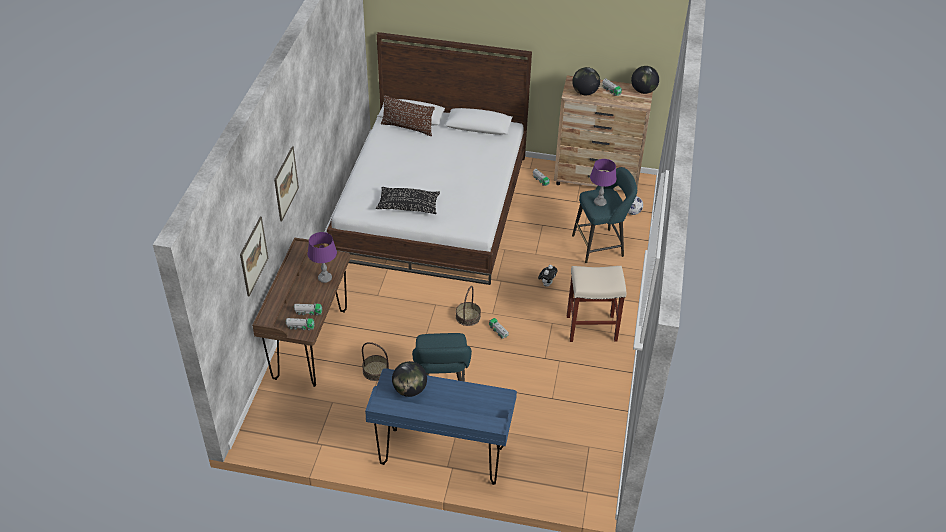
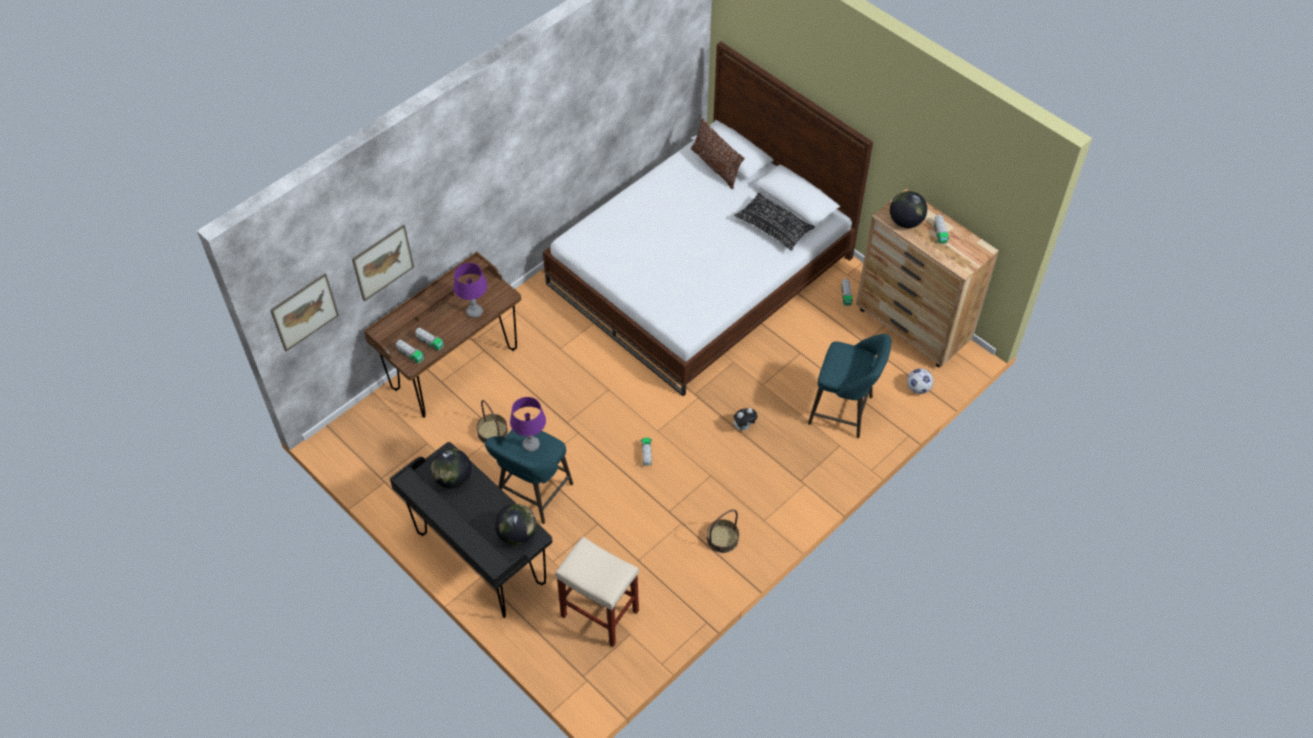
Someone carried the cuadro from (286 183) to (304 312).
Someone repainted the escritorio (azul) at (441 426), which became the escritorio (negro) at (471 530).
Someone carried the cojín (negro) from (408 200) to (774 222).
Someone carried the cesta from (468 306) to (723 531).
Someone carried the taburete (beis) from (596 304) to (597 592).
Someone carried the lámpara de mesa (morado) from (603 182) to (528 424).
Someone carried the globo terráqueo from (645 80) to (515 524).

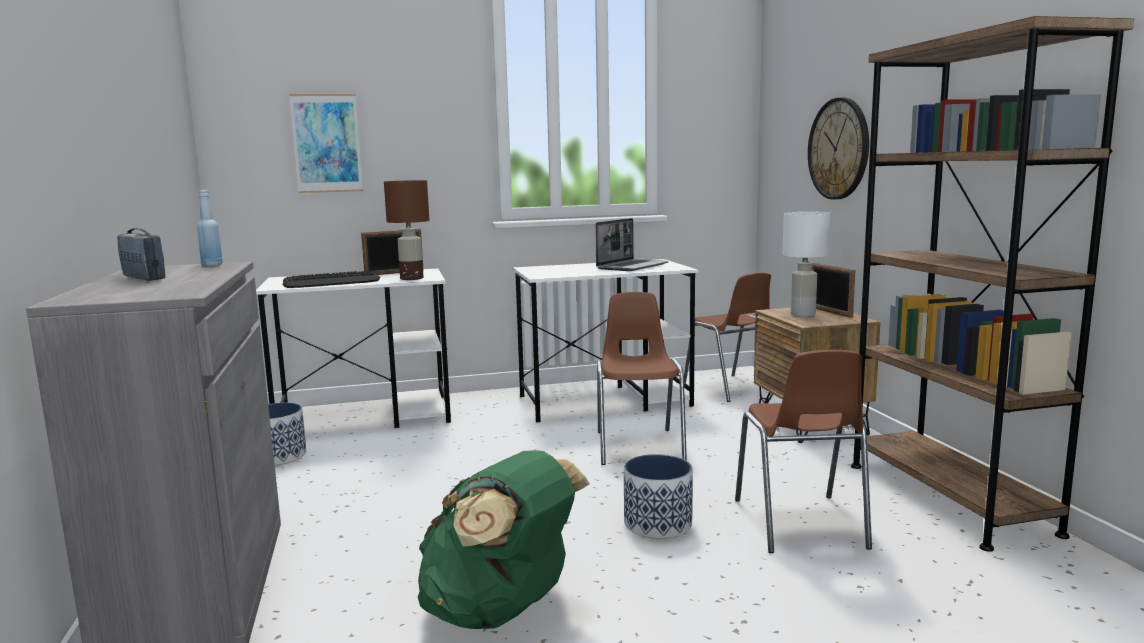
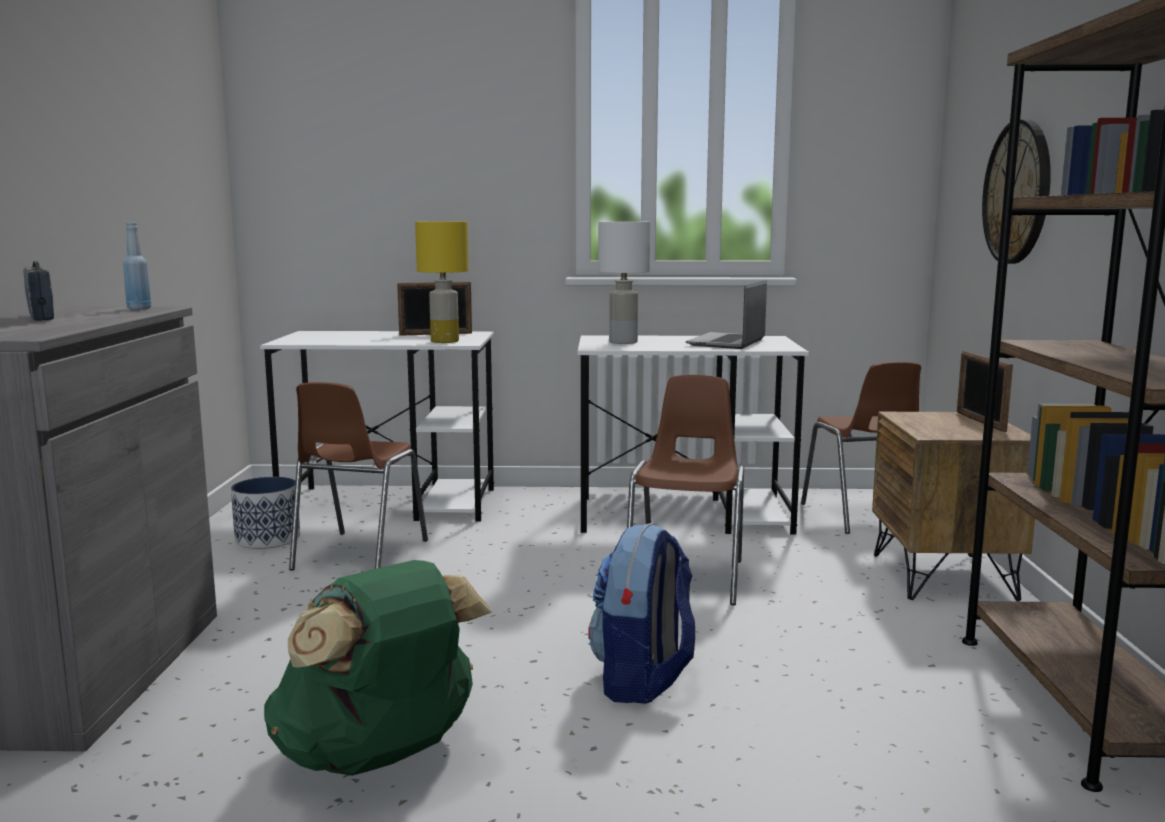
Someone took away the teclado at (331 279).
Someone took away the cuadro at (326 143).
Someone repainted the lámpara de mesa (marrón) at (406 230), which became the lámpara de mesa (amarillo) at (442 282).
Someone rotated the portátil at (631 244) by 150 degrees clockwise.
Someone swapped the maceta at (658 496) for the mochila at (641 613).
Someone carried the silla (marrón) from (803 451) to (358 476).
Someone carried the lámpara de mesa (blanco) from (806 264) to (624 283).

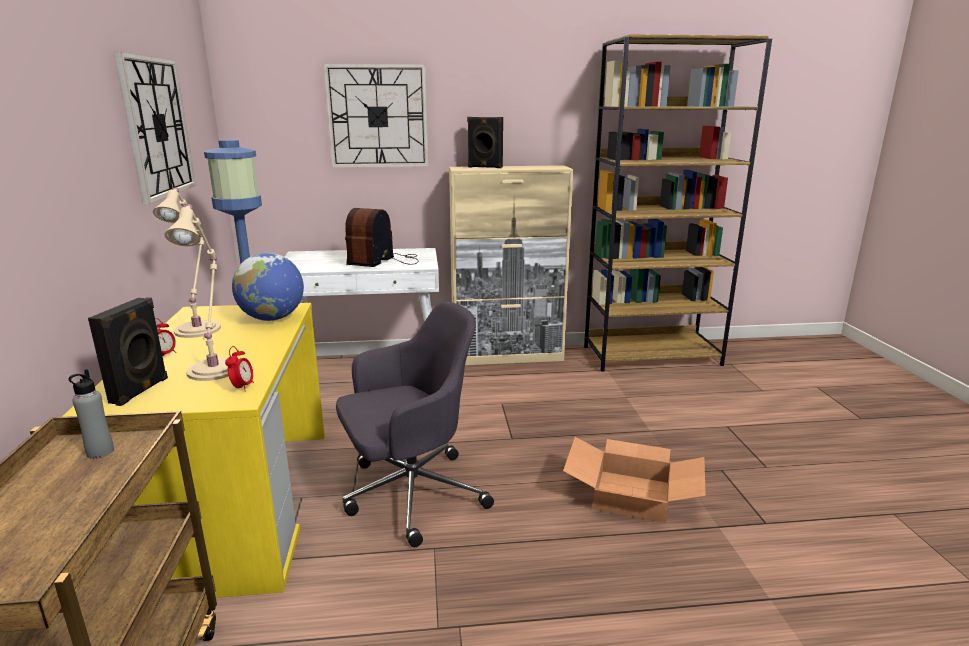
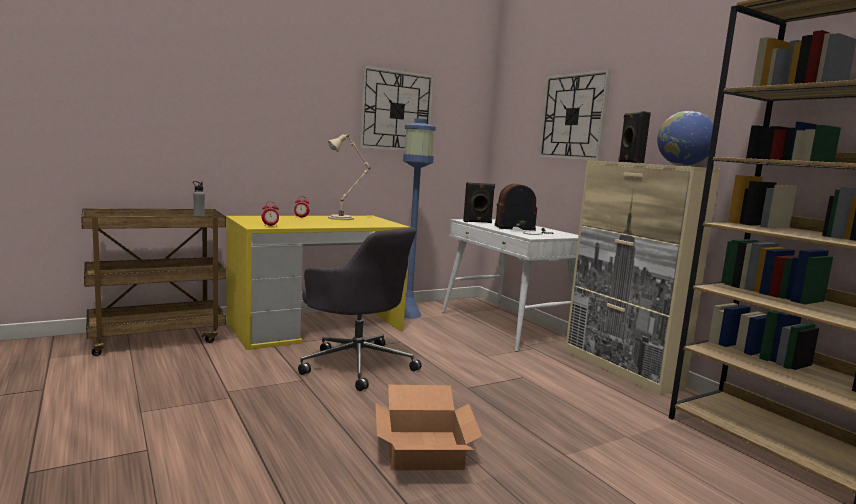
Someone carried the altavoz (negro) from (128 351) to (479 202).
Someone took away the lámpara de mesa (beis) at (197 292).
Someone carried the globo terráqueo from (268 287) to (685 138).

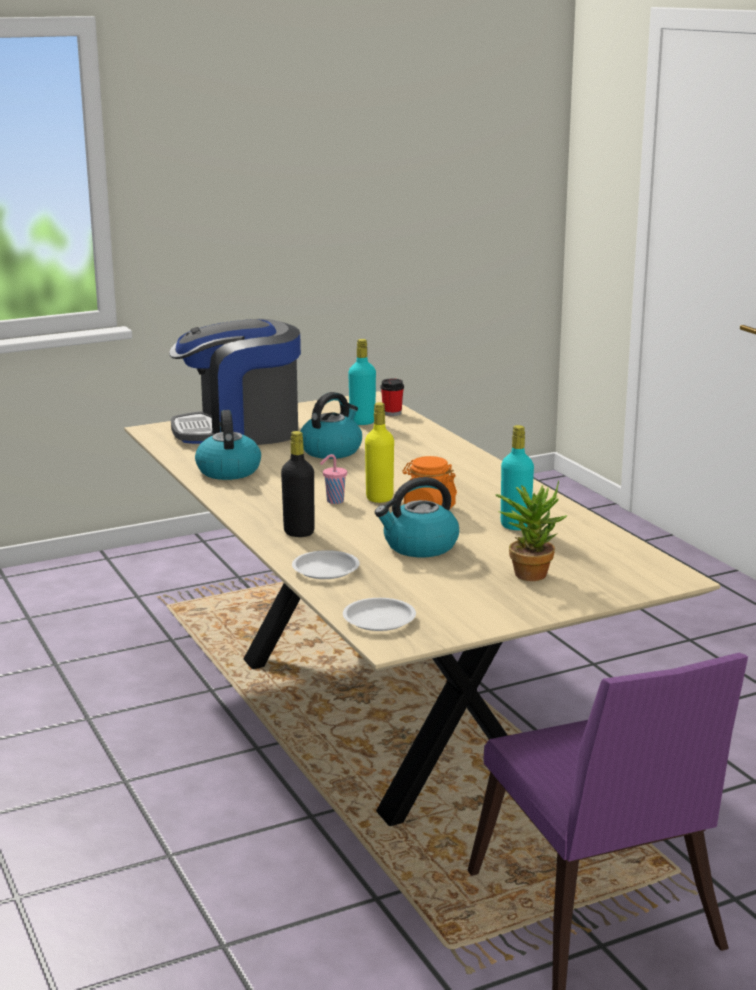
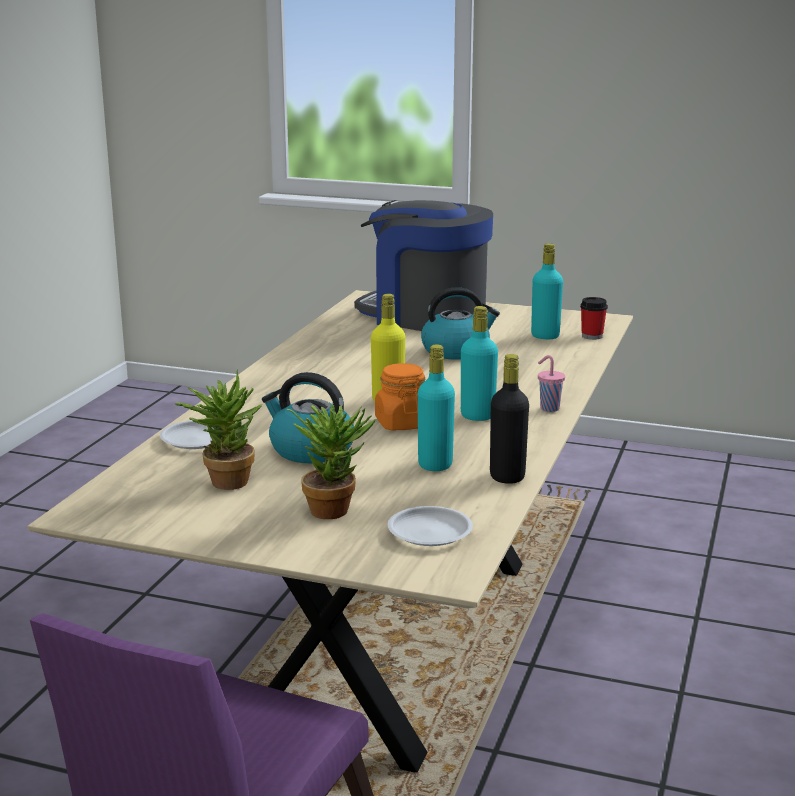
Someone took away the hervidor at (228 445).
Someone carried the botella (negro) from (297 484) to (509 419).
Someone carried the taza (rosa) from (333 479) to (551 383).
Someone carried the plato (blanco) from (379 614) to (430 526).
Someone put down the planta en maceta at (218 429).
Someone put down the botella (turquesa) at (479 363).

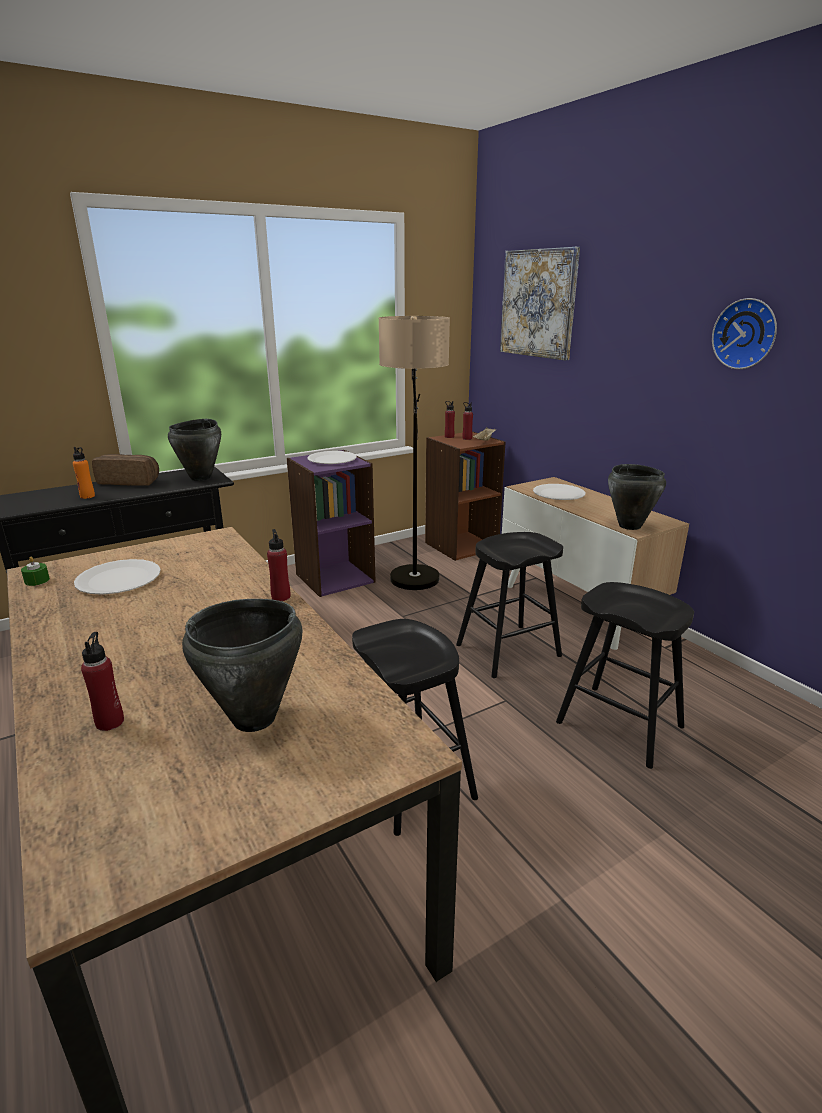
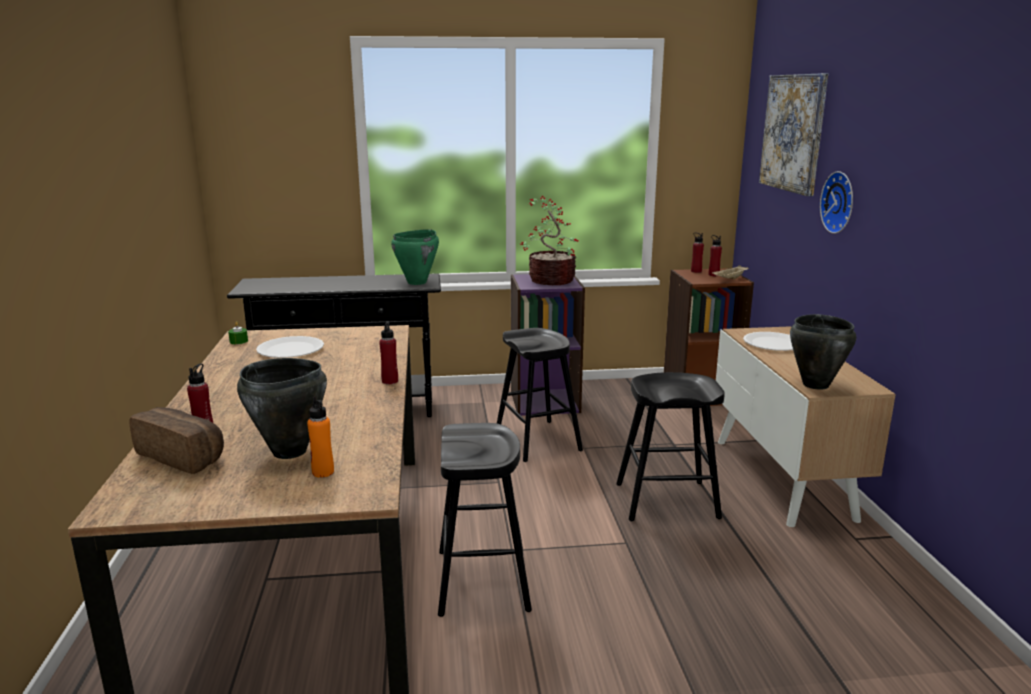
Someone carried the botella (naranja) from (84 473) to (320 437).
Someone carried the pan from (125 470) to (176 440).
Someone repainted the olla (negro) at (194 450), which became the olla (verde) at (415 257).
Someone swapped the plato (blanco) at (332 457) for the planta en maceta at (549 240).
Someone took away the lámpara de pie at (414 453).
Someone carried the taburete (negro) from (625 675) to (540 395).
Someone carried the reloj de pared from (744 333) to (836 202).

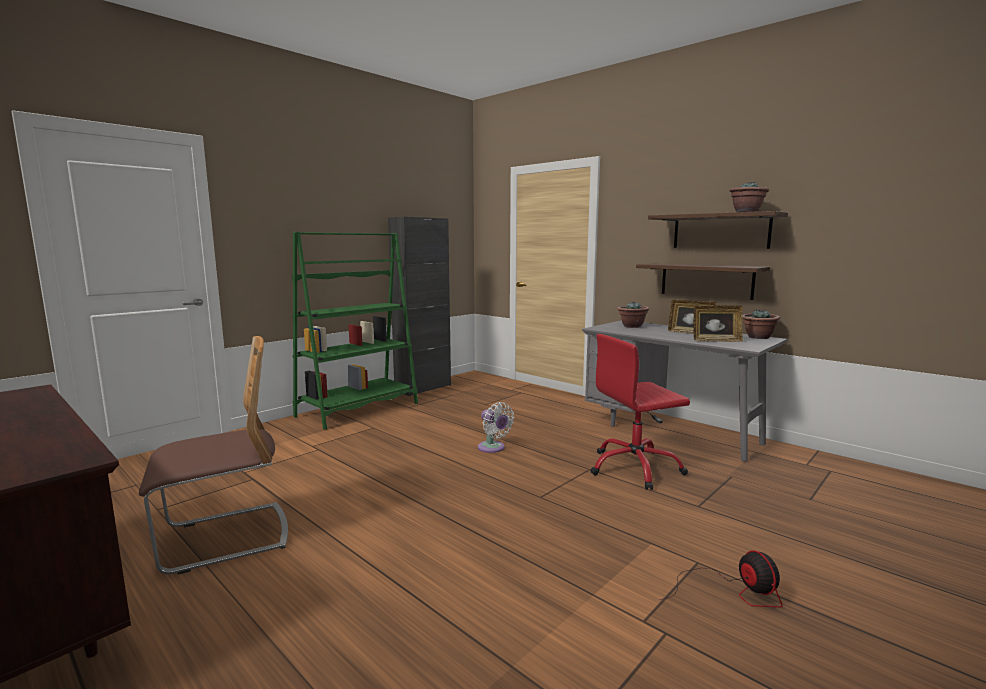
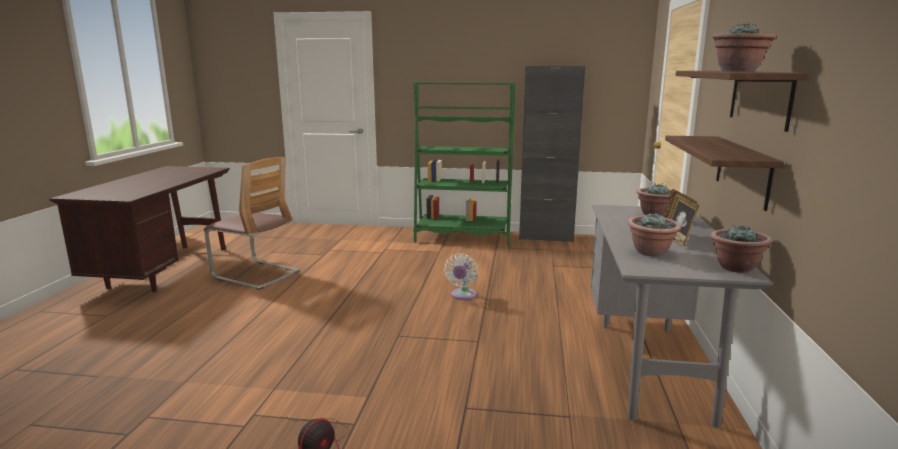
Someone took away the silla de oficina (rojo) at (640 412).
Someone swapped the portarretratos at (718 324) for the planta en maceta at (654 235).

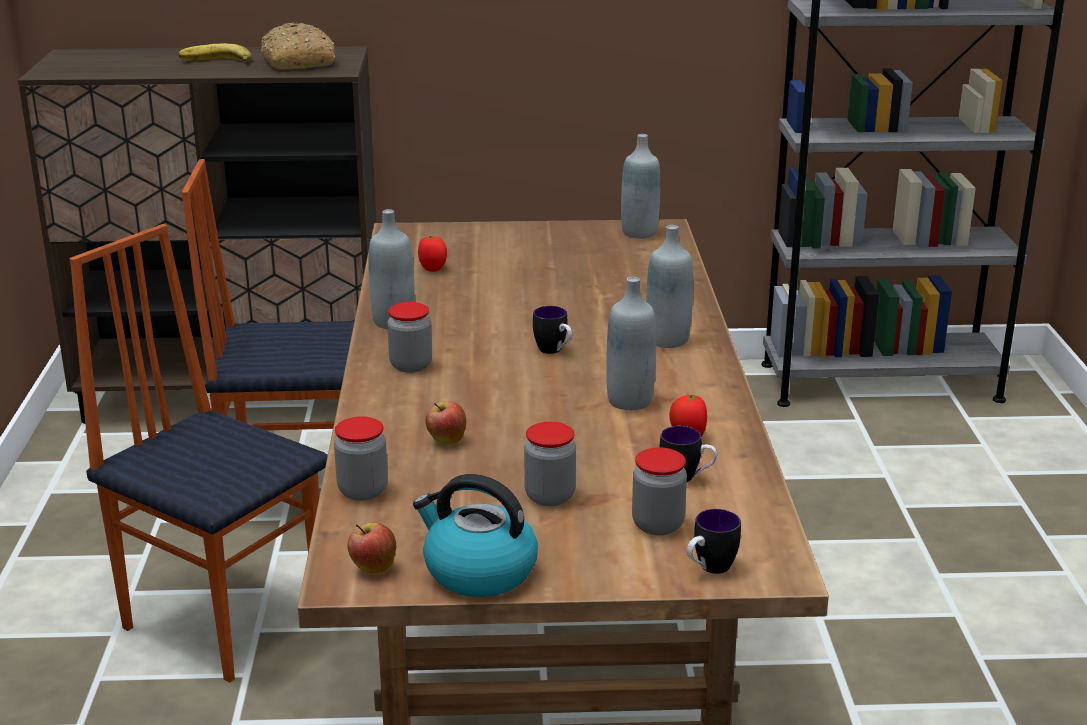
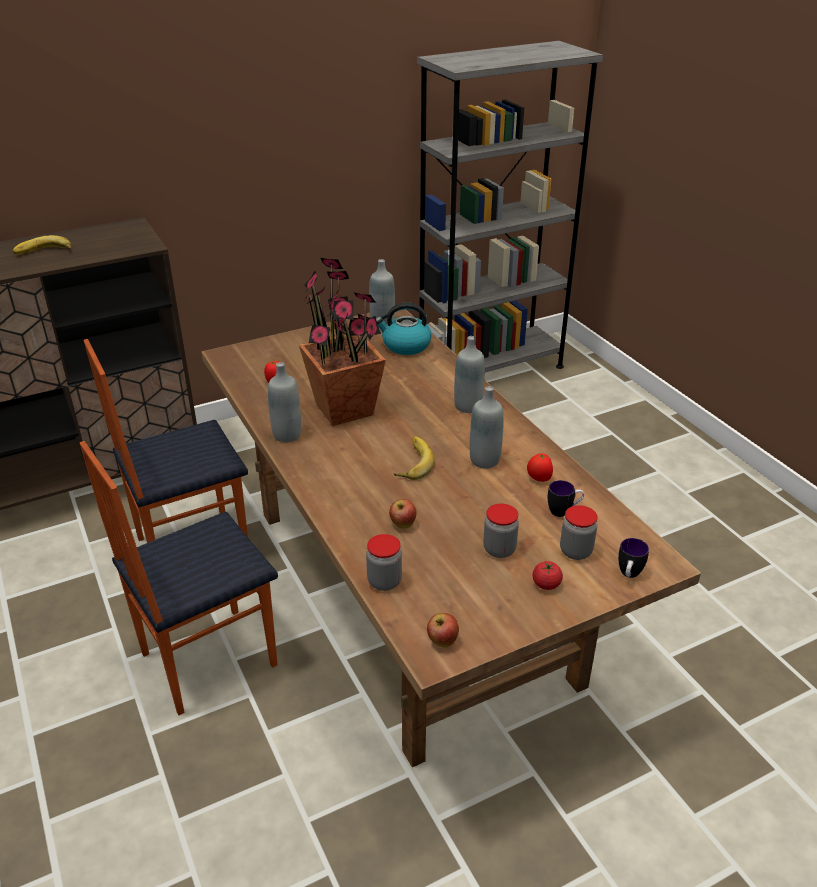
Someone rotated the silla at (199 453) by 45 degrees counterclockwise.
Someone took away the pan at (297 46).
Someone took away the tarro at (409 337).
Someone carried the hervidor from (475 535) to (404 328).
Someone took away the taza grande at (552 330).
Someone put down the planta en maceta at (342 342).
Someone put down the plátano at (414 458).
Someone put down the tomate at (547 575).

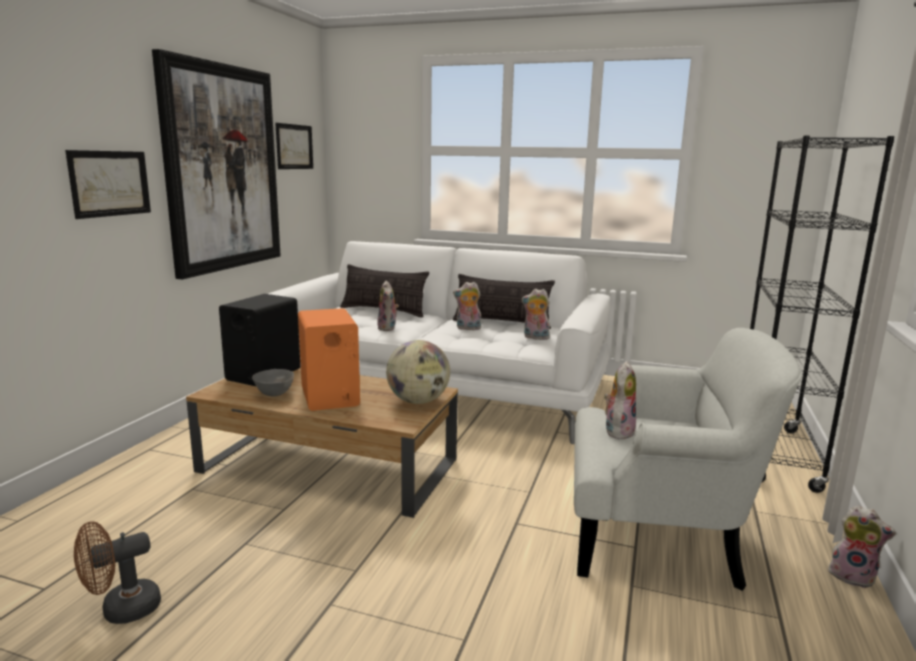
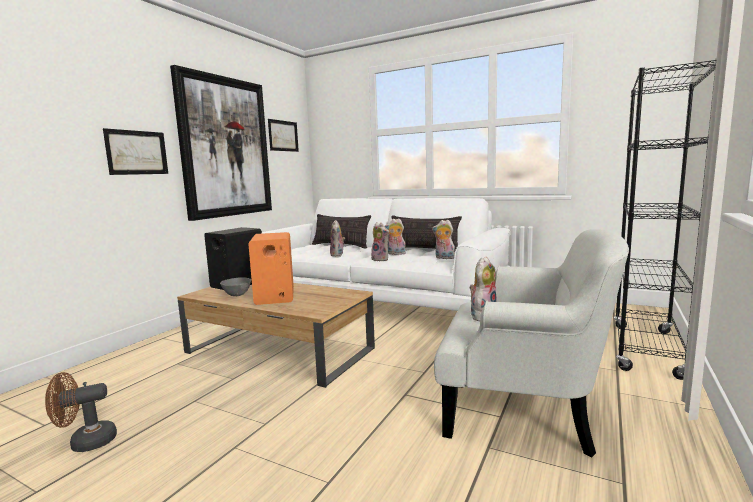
Someone took away the globo terráqueo at (418 372).
Someone carried the peluche from (862 546) to (380 241).

